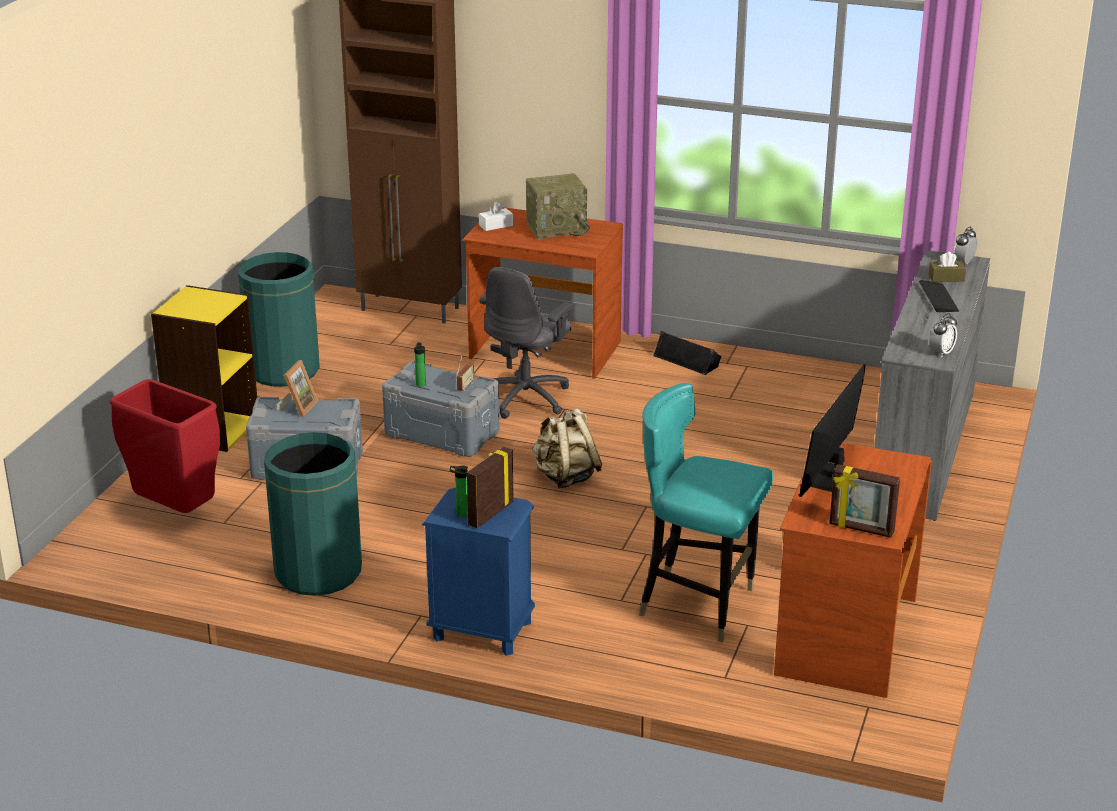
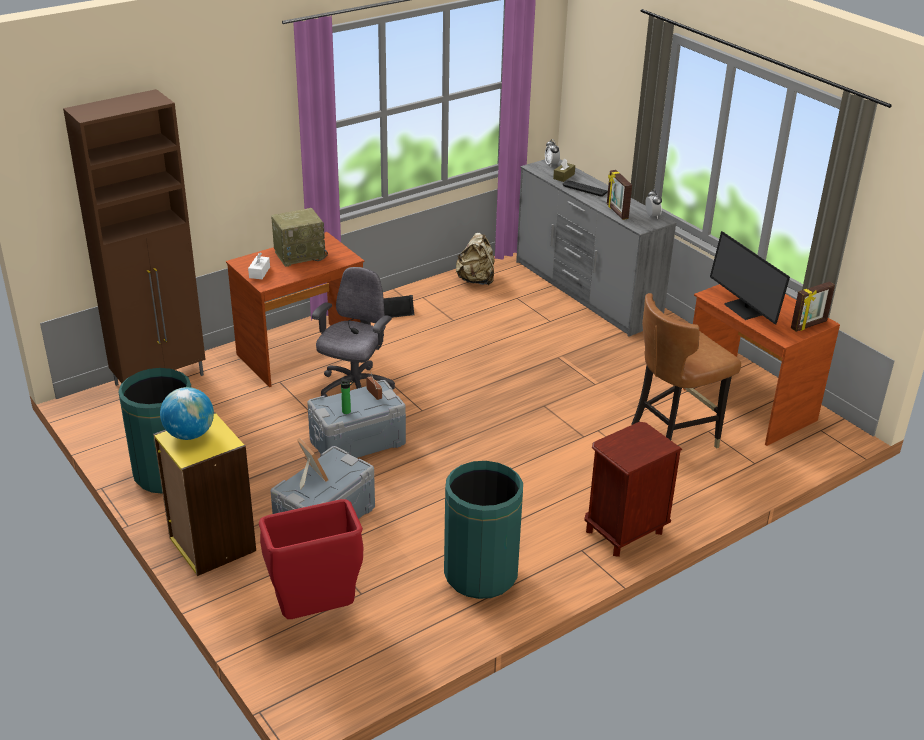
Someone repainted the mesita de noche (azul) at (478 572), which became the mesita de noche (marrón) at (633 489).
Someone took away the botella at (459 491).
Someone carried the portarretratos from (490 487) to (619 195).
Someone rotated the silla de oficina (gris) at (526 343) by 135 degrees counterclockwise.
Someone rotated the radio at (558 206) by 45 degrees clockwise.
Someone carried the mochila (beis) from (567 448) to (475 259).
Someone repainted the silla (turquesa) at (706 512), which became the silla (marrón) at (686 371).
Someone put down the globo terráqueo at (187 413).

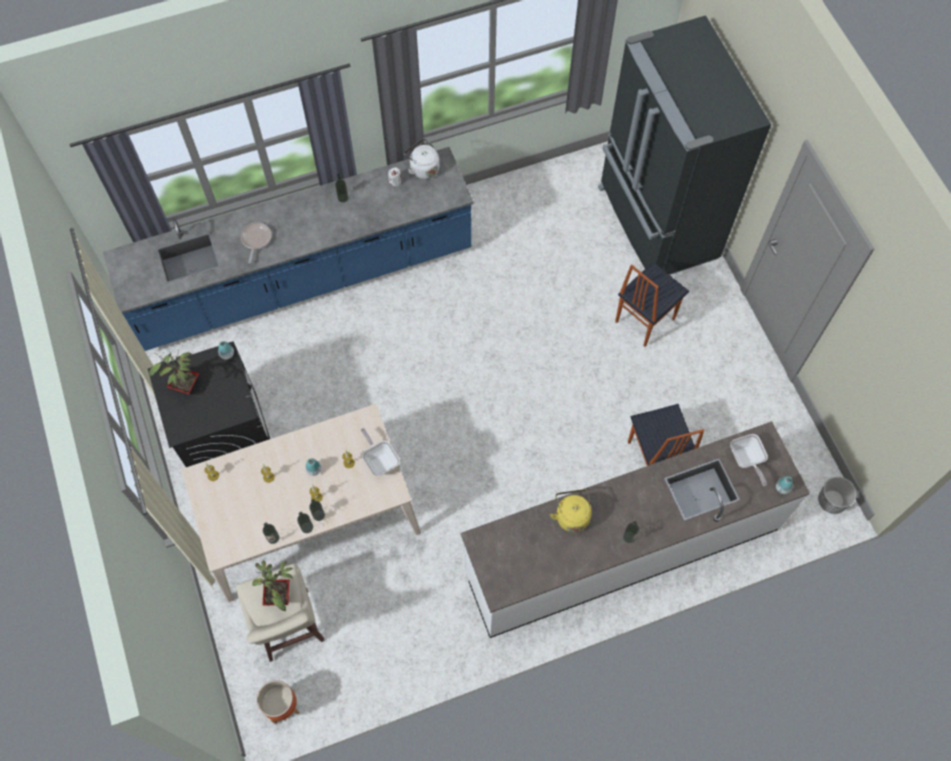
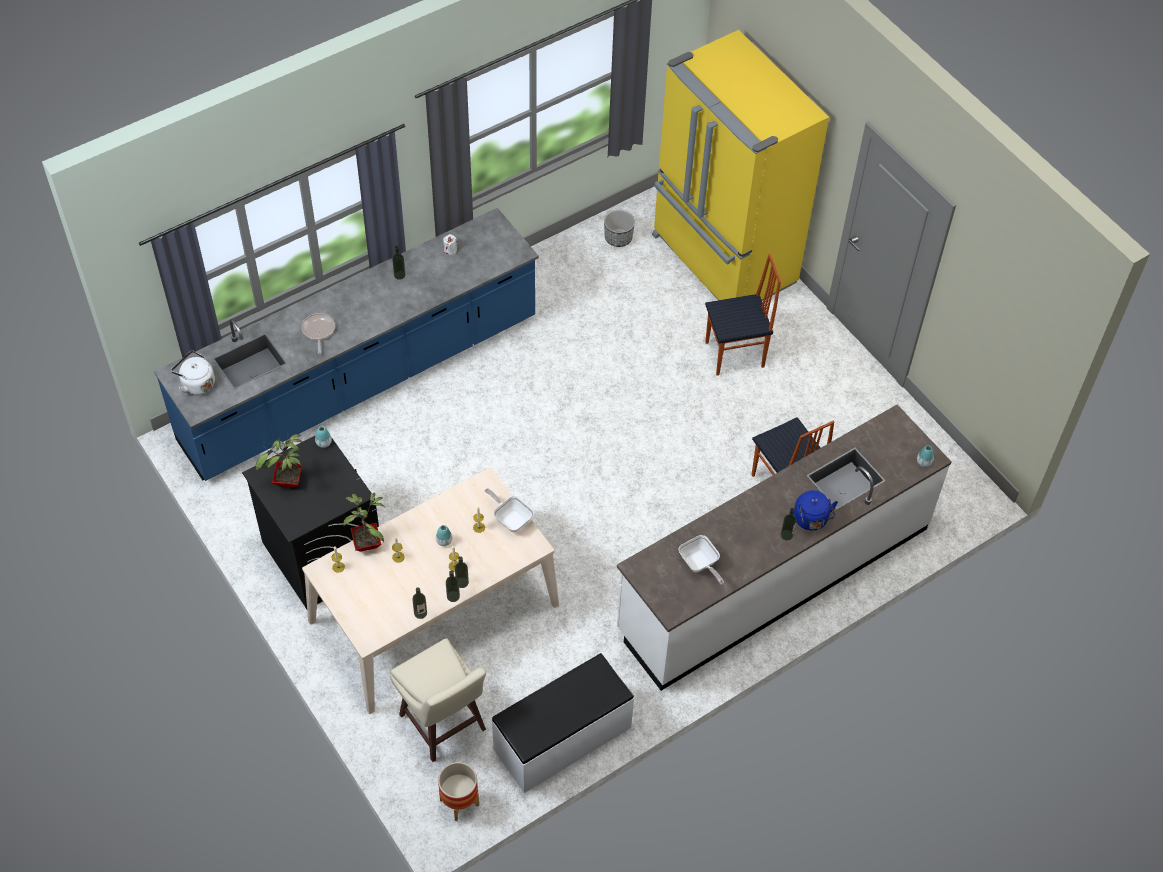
Someone carried the planta en maceta from (272 586) to (364 522).
Someone carried the hervidor (blanco) from (421 159) to (193 373).
Someone took away the hervidor (amarillo) at (571 510).
Someone repainted the nevera (negro) at (684 145), which became the nevera (amarillo) at (740 165).
Someone rotated the silla at (652 304) by 135 degrees counterclockwise.
Someone carried the sartén from (749 460) to (701 560).
Someone carried the maceta from (837 495) to (619 228).
Someone put down the banco (blanco) at (562 723).
Someone put down the hervidor (azul) at (816 510).

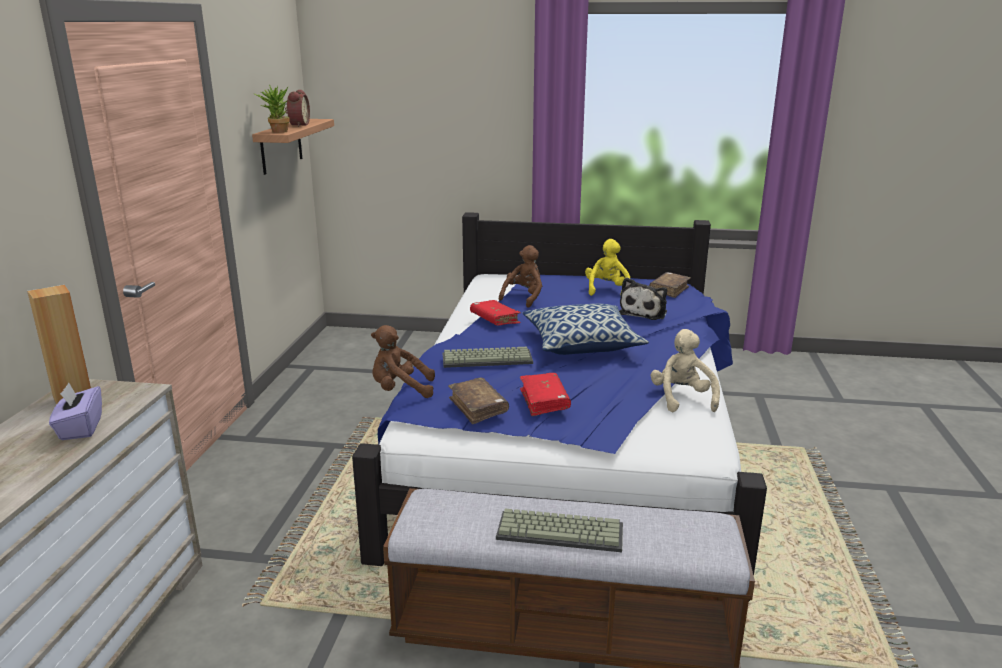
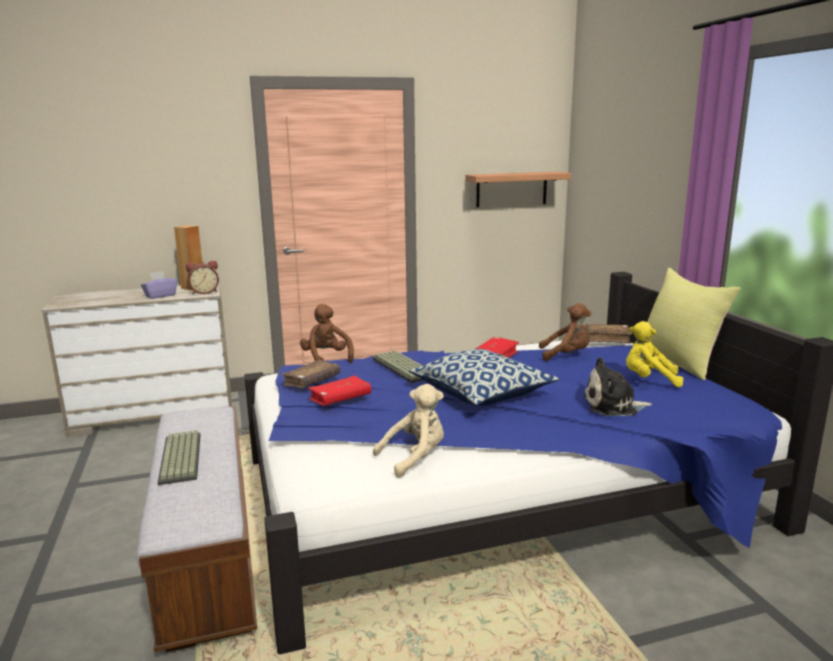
Someone took away the planta en maceta at (272 109).
Someone carried the despertador from (297 108) to (202 277).
Someone rotated the peluche (amarillo) at (607 267) by 150 degrees counterclockwise.
Someone carried the libro (marrón) from (670 285) to (609 333).
Someone put down the cojín (amarillo) at (694 324).

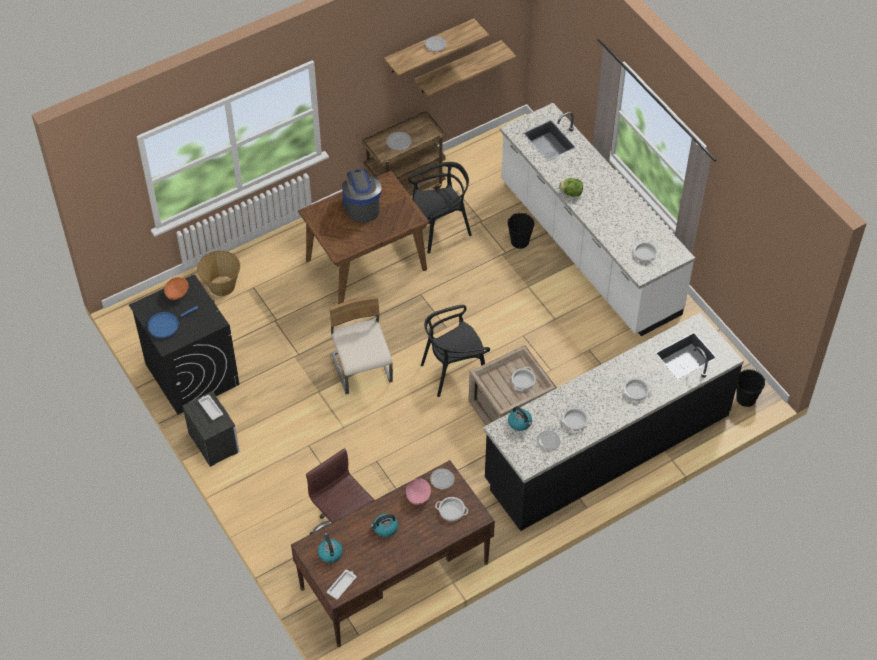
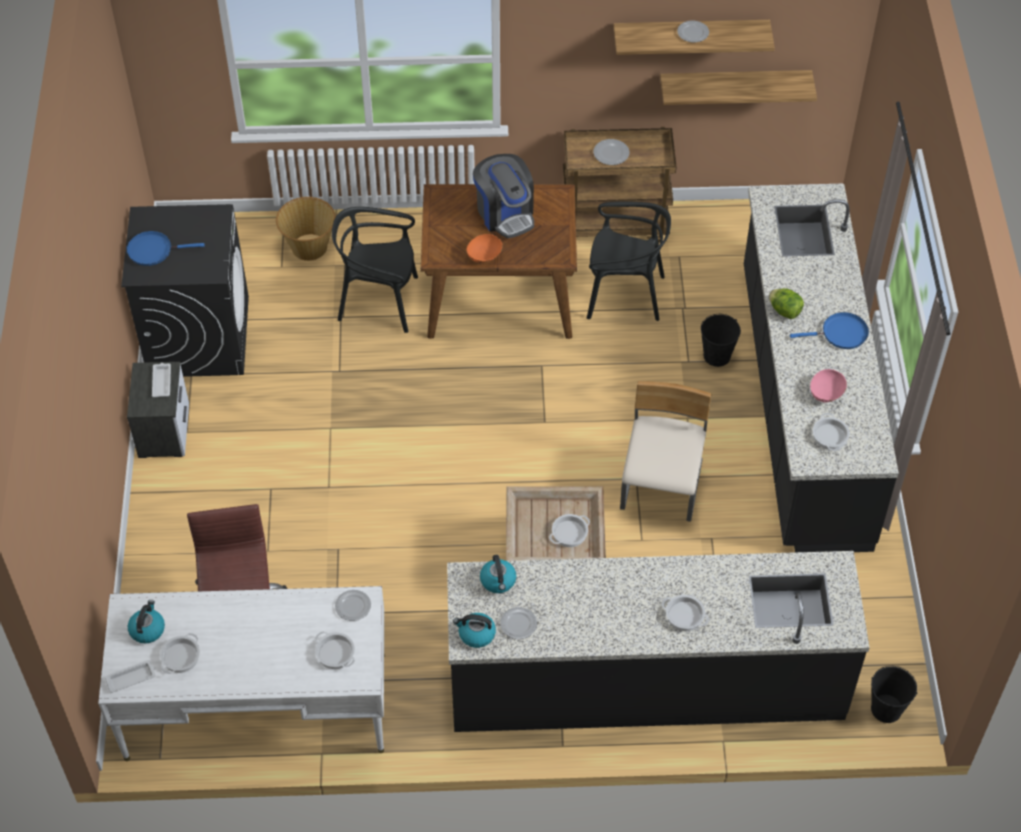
Someone carried the cuenco (naranja) from (176 288) to (484 248).
Someone repainted the escritorio (marrón) at (393 553), which became the escritorio (blanco) at (241 673).
Someone carried the silla (beis) from (361 345) to (666 451).
Someone rotated the cafetera at (361 196) by 135 degrees clockwise.
Someone carried the hervidor from (384 525) to (474 630).
Someone carried the cuenco (rosa) from (418 492) to (828 385).
Someone carried the silla (negro) from (455 351) to (375 270).
Someone repainted the mueble bajo de cocina (blanco) at (597 219), which became the mueble bajo de cocina (negro) at (821 368).
Someone carried the olla from (575 418) to (180 653).
Someone put down the sartén (azul) at (829 330).

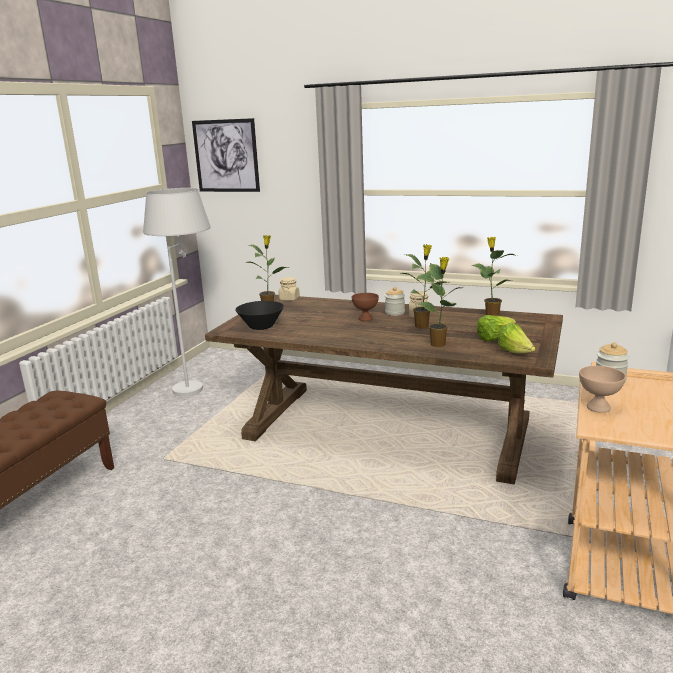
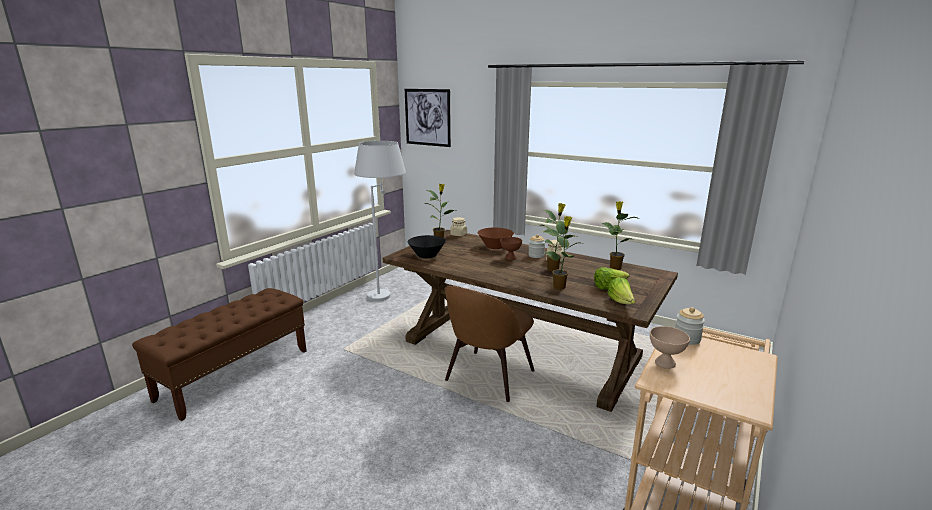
Someone put down the silla (marrón) at (489 344).
Someone put down the cuenco (marrón) at (496 238).

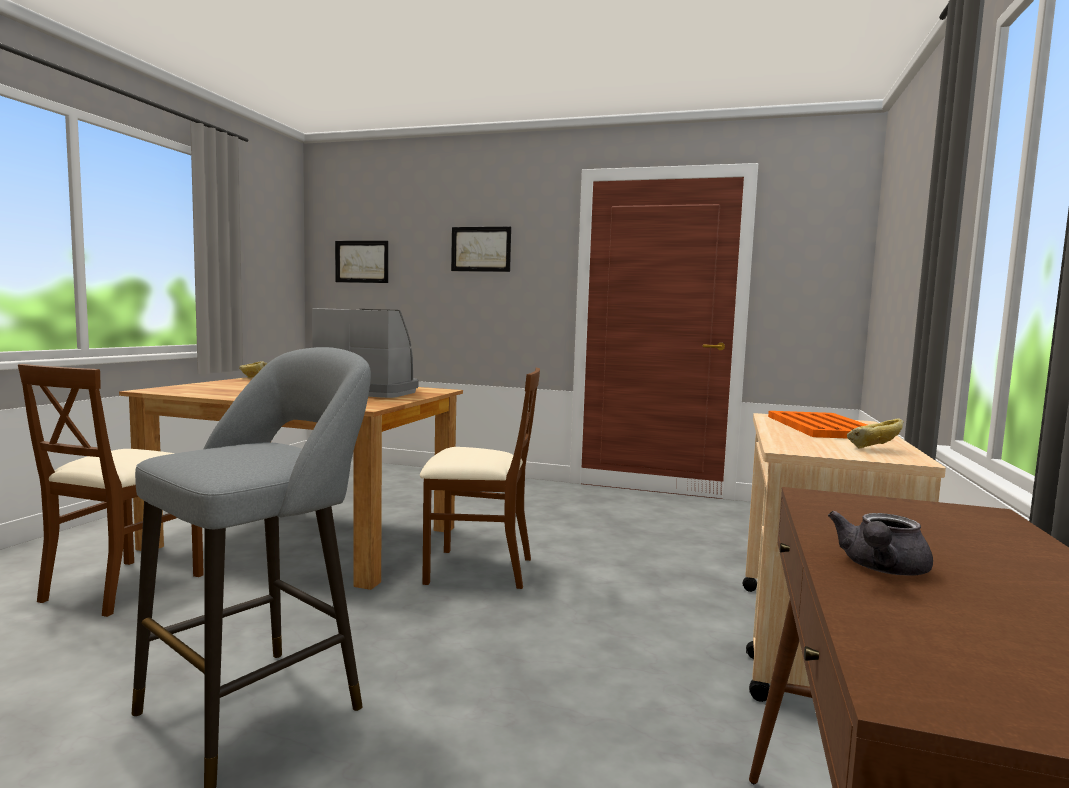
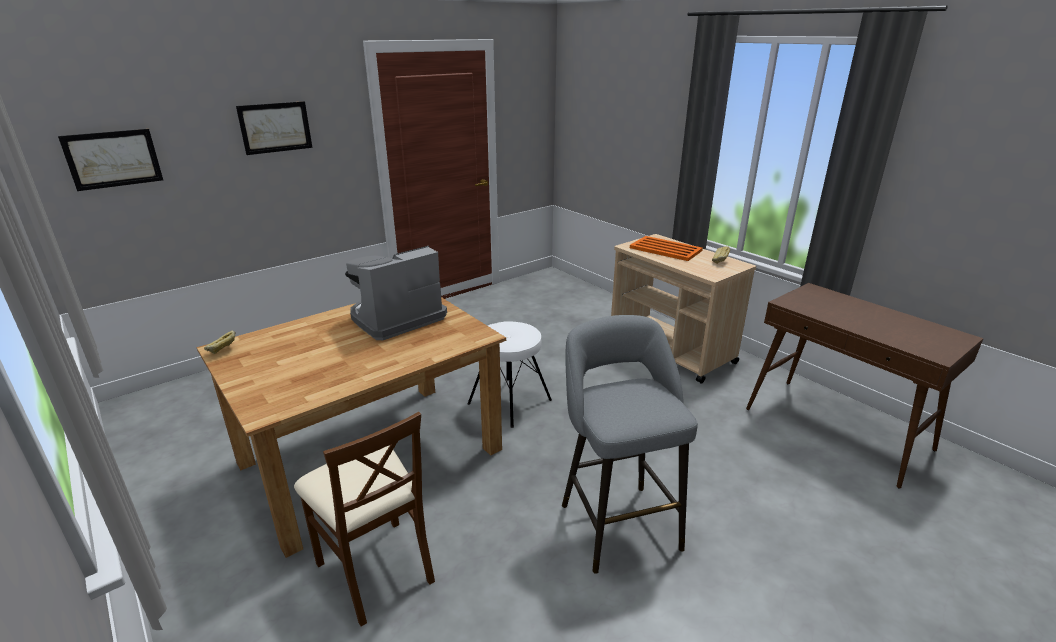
Someone swapped the silla (marrón) at (480 478) for the taburete (blanco) at (510 374).
Someone took away the tetera (gris) at (880 543).

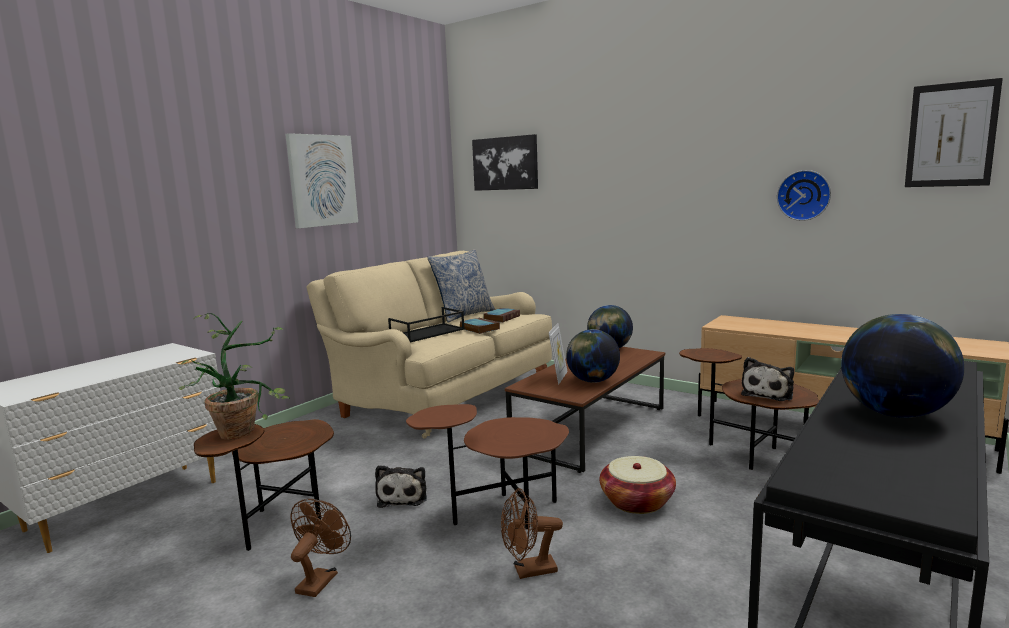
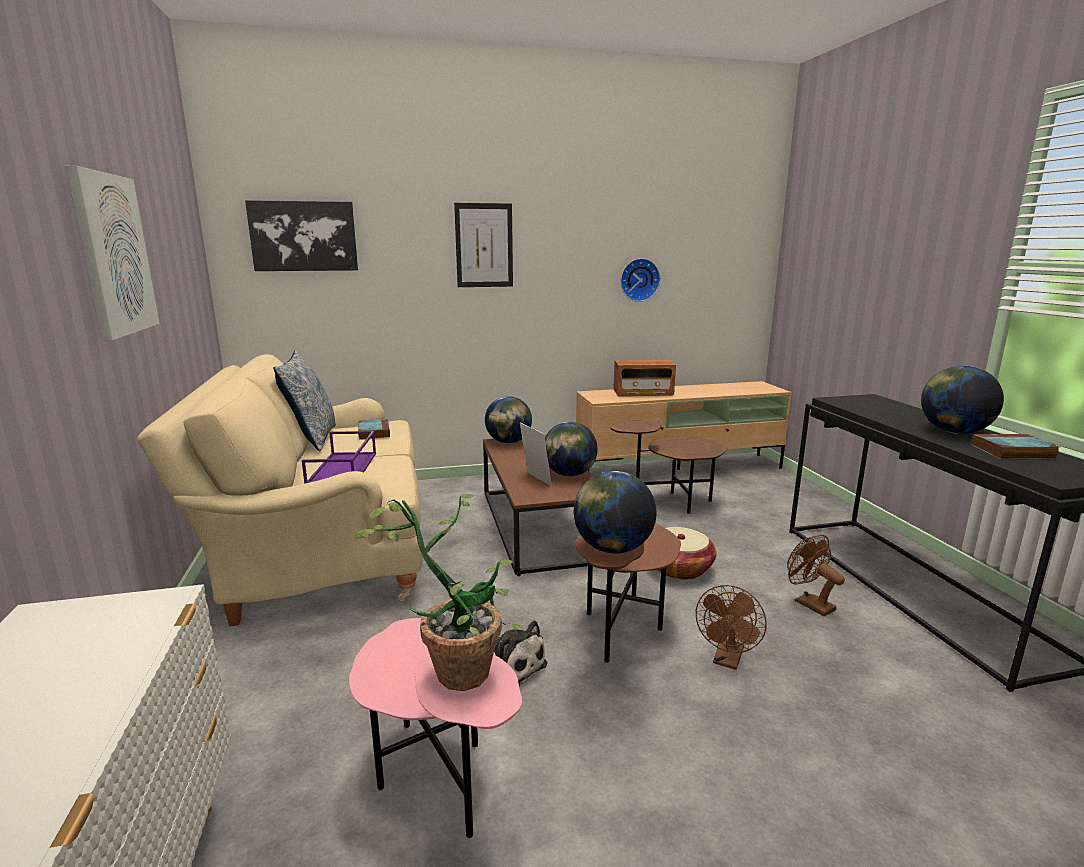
Someone repainted the mesa auxiliar (marrón) at (264 485), which became the mesa auxiliar (rosa) at (435 728).
Someone carried the ventilador (marrón) from (320 548) to (816 575).
Someone repainted the bandeja (negro) at (426 325), which became the bandeja (morado) at (339 457).
Someone carried the libro from (480 326) to (1015 446).
Someone took away the peluche at (767 379).
Someone carried the cuadro from (954 132) to (483 245).
Someone put down the globo terráqueo at (615 512).
Someone put down the radio at (644 378).

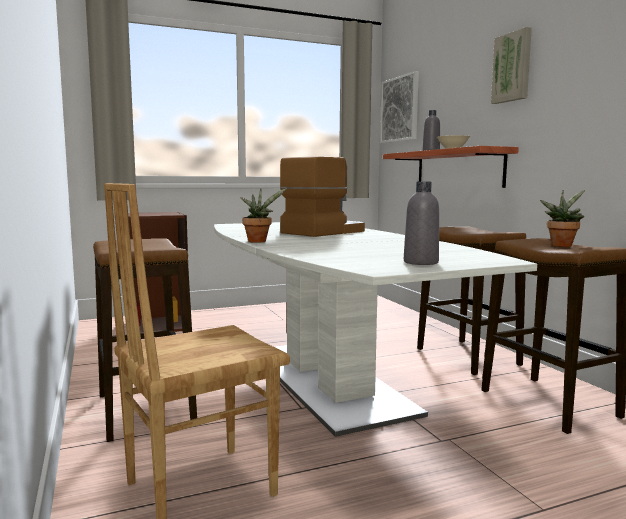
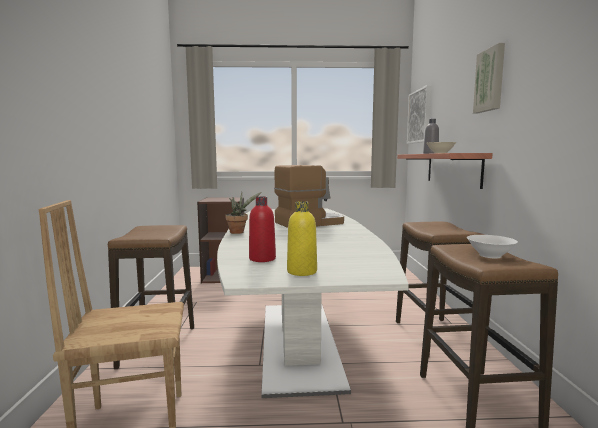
Someone repainted the botella (gris) at (421 223), which became the botella (amarillo) at (302 238).
Someone swapped the planta en maceta at (562 218) for the cuenco (blanco) at (492 246).
Someone put down the botella (rojo) at (262 229).

